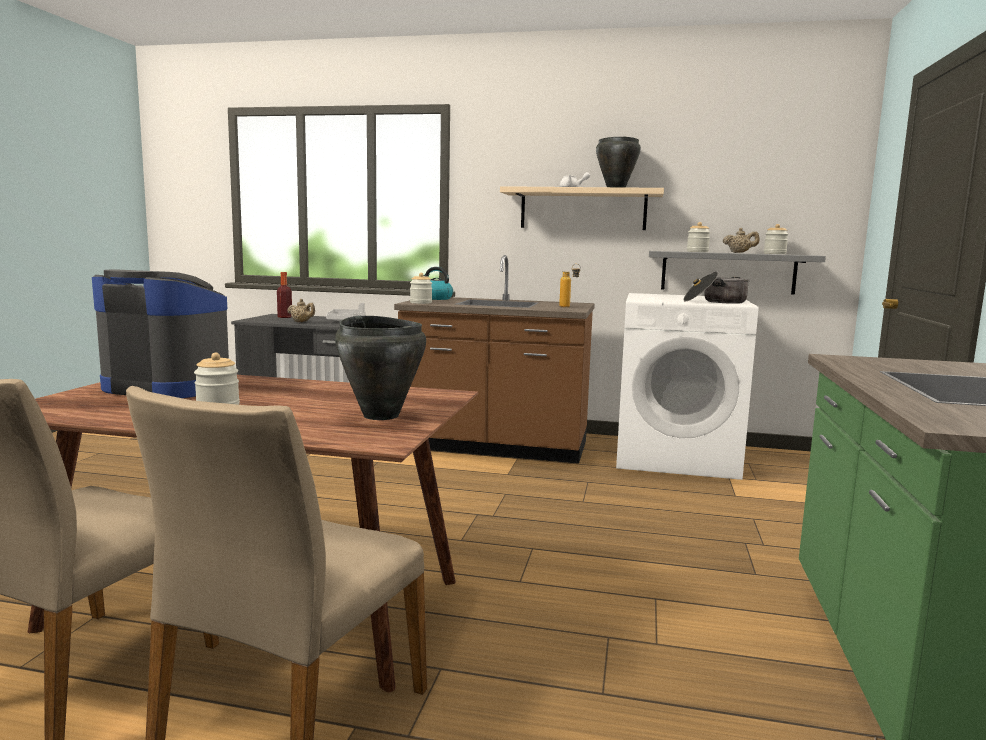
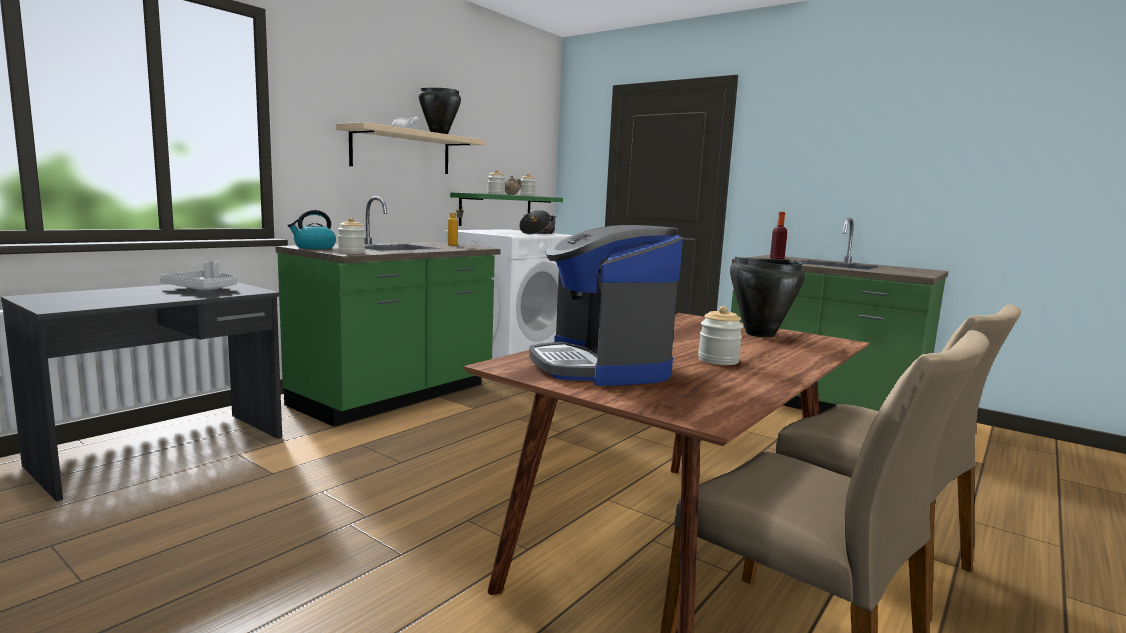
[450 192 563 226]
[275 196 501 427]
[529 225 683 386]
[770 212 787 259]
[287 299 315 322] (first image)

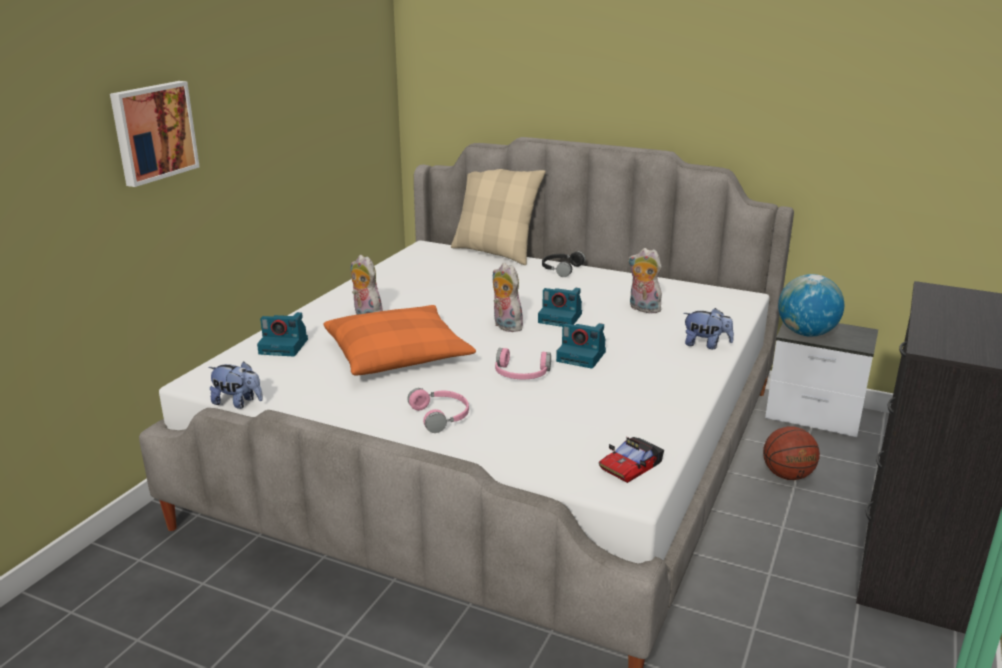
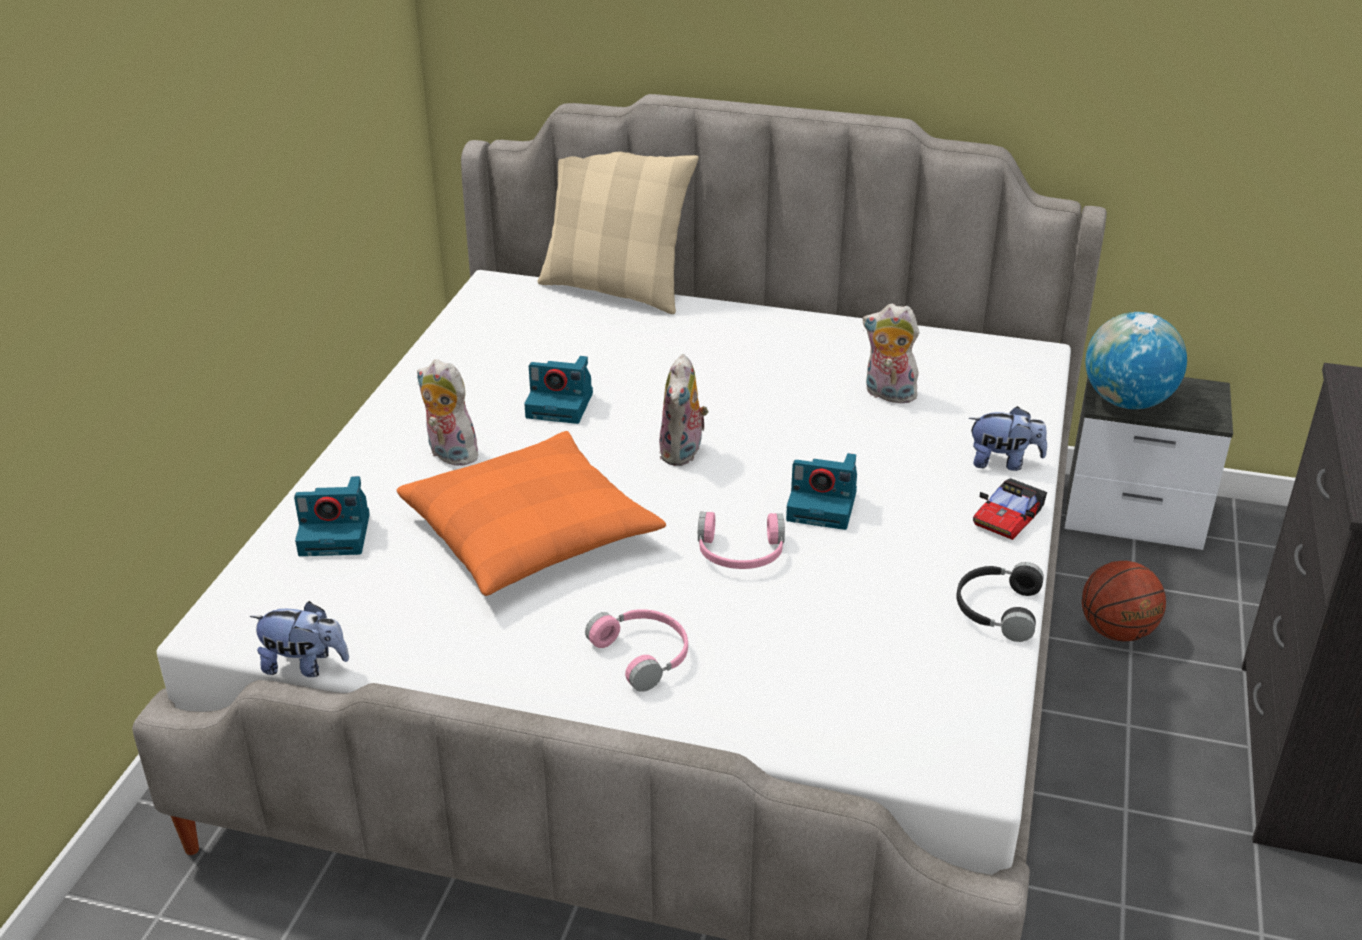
[110 81 200 187] (first image)
[957 562 1044 642]
[659 354 708 466]
[524 356 593 424]
[973 478 1047 540]

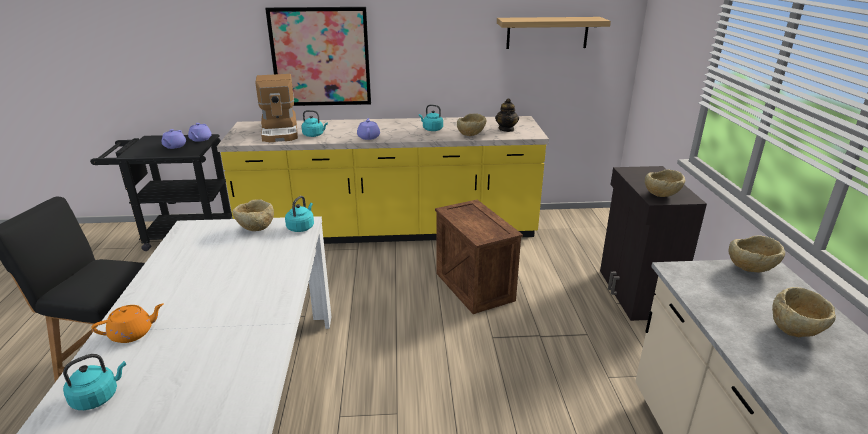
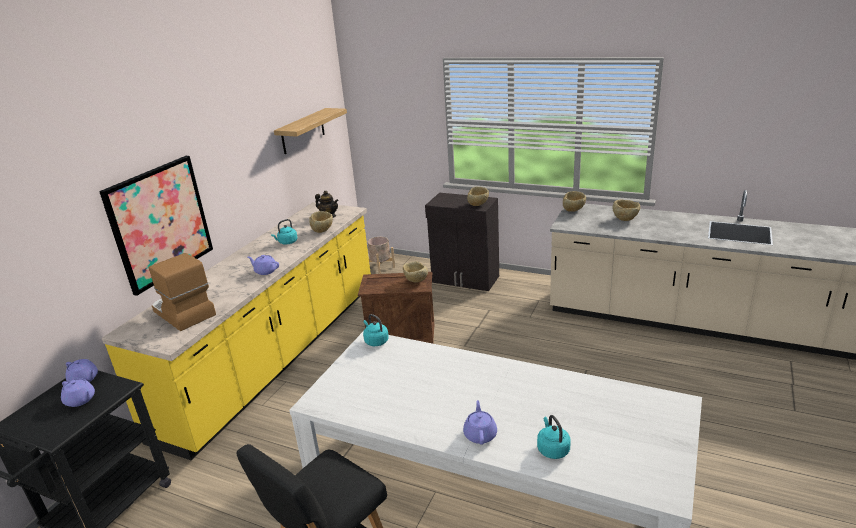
[149 253 216 331]
[301 110 328 137] (first image)
[403 261 428 283]
[463 400 497 445]
[368 237 395 274]

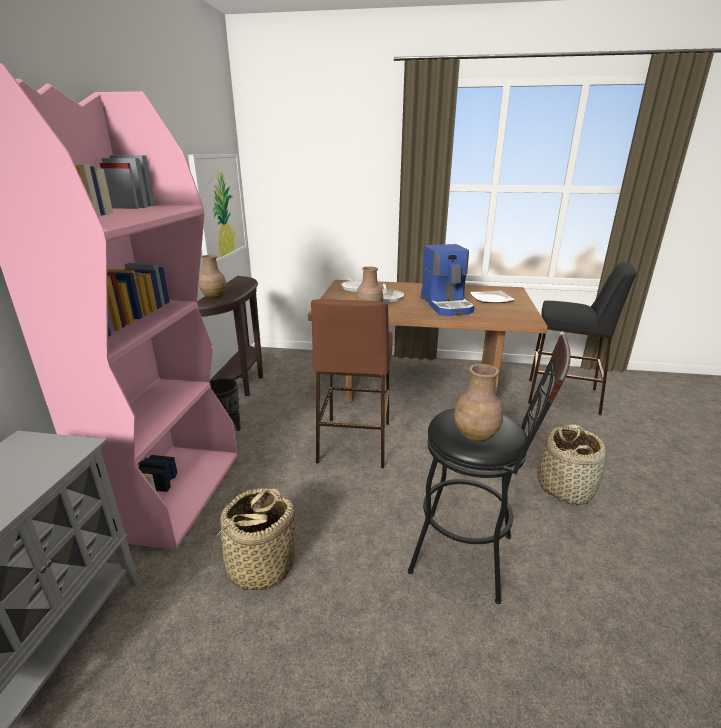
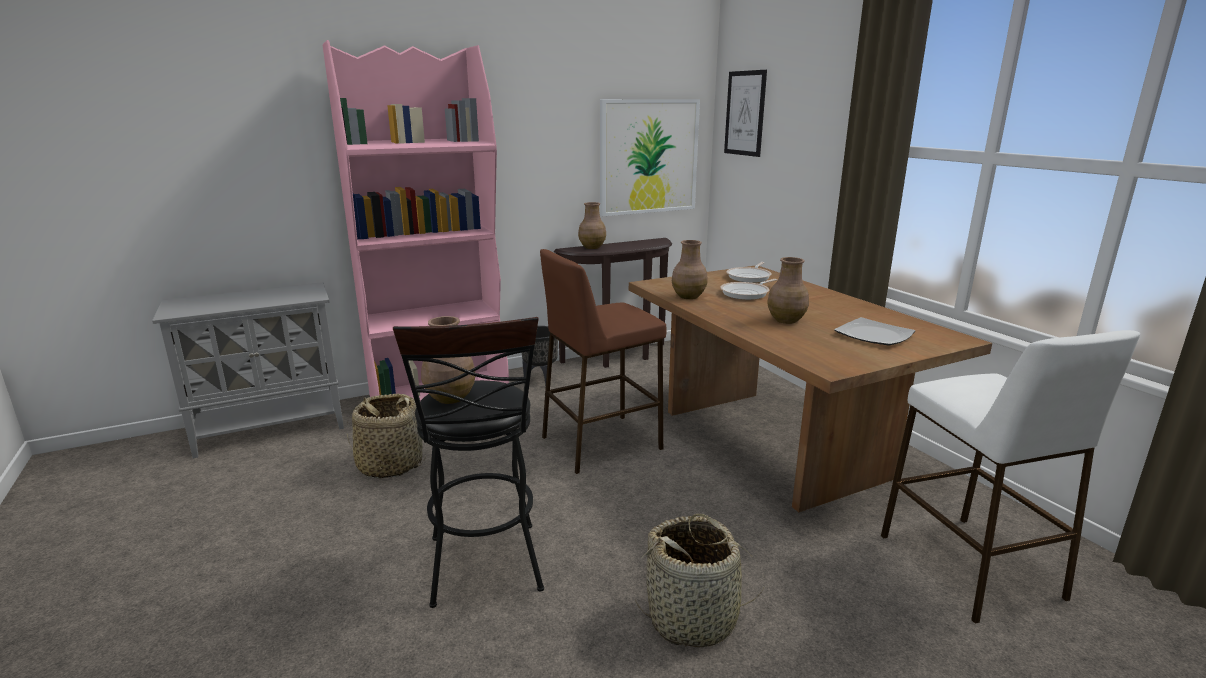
[767 257 809 324]
[881 330 1140 624]
[724 70 767 157]

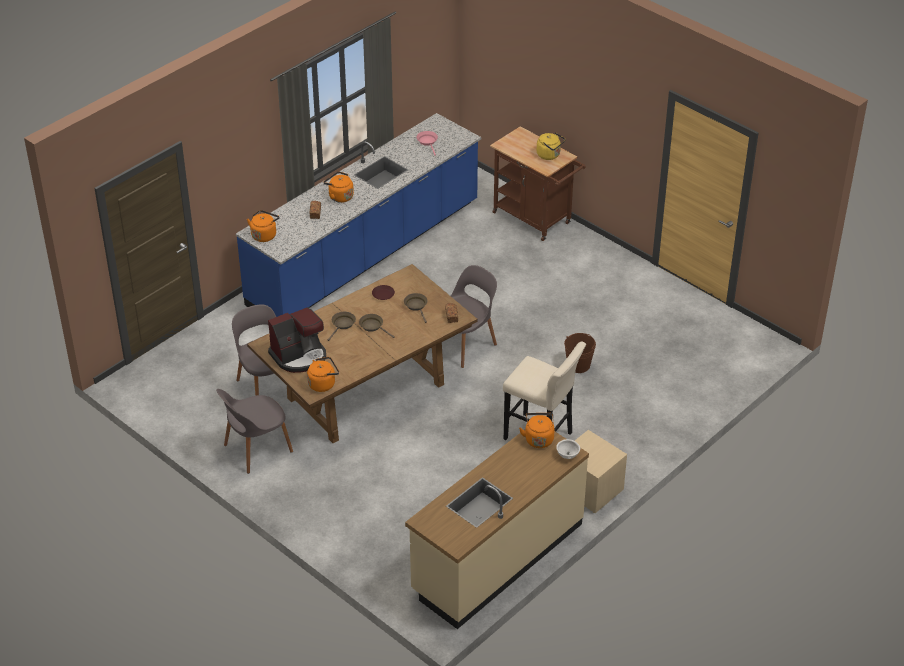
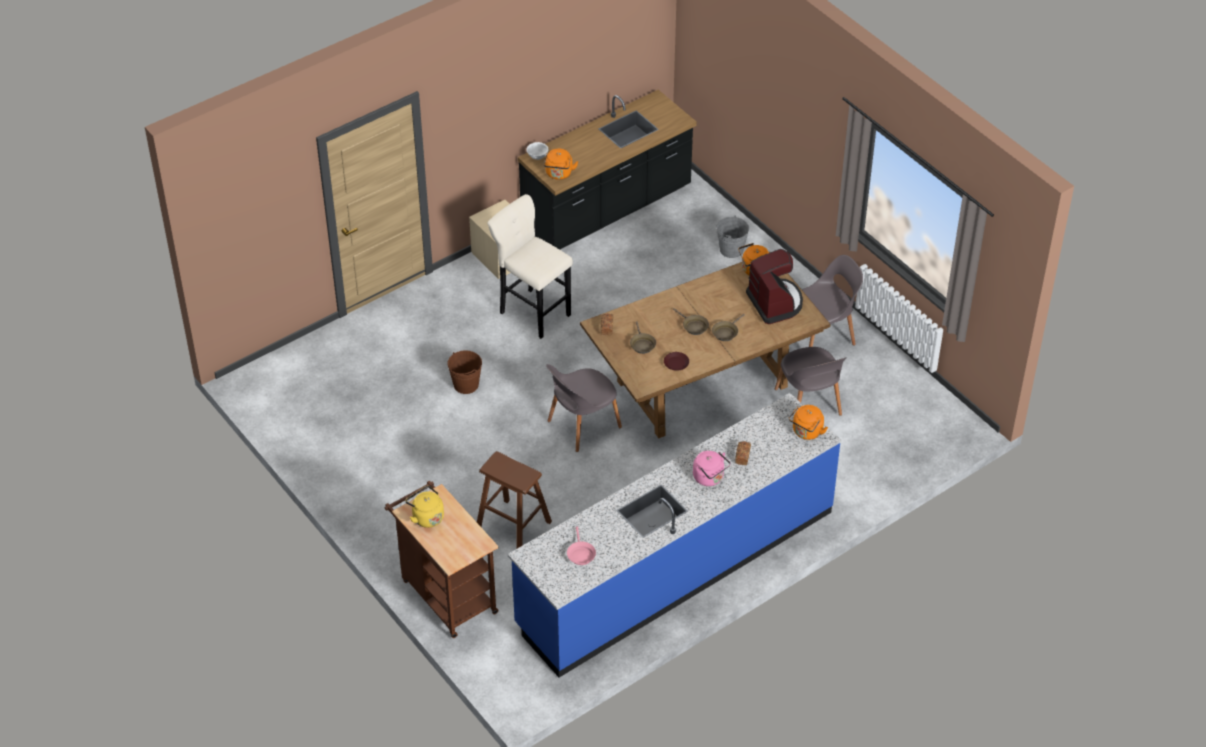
[693 451 731 486]
[746 249 803 324]
[518 90 697 250]
[716 216 749 258]
[477 451 552 548]

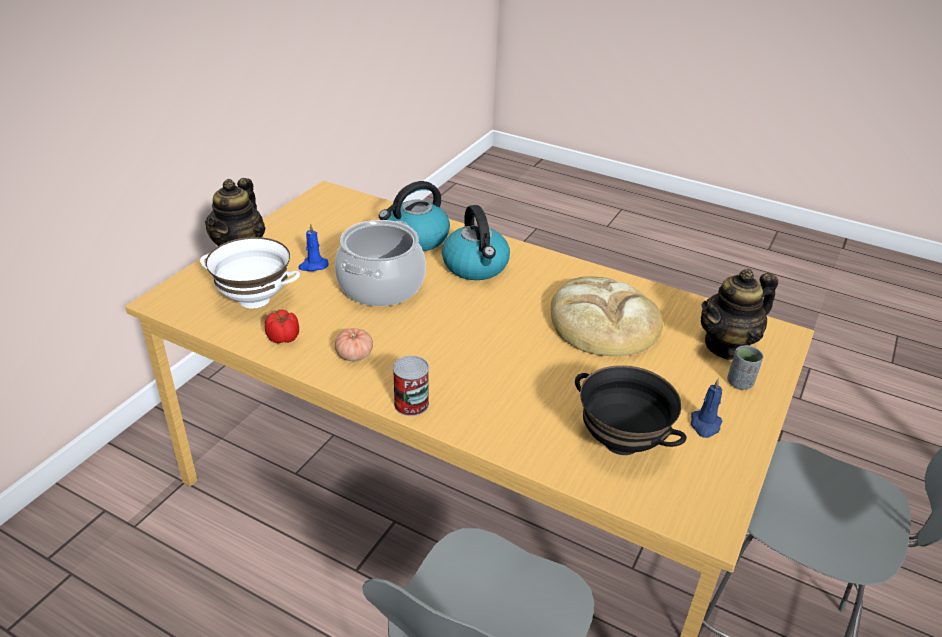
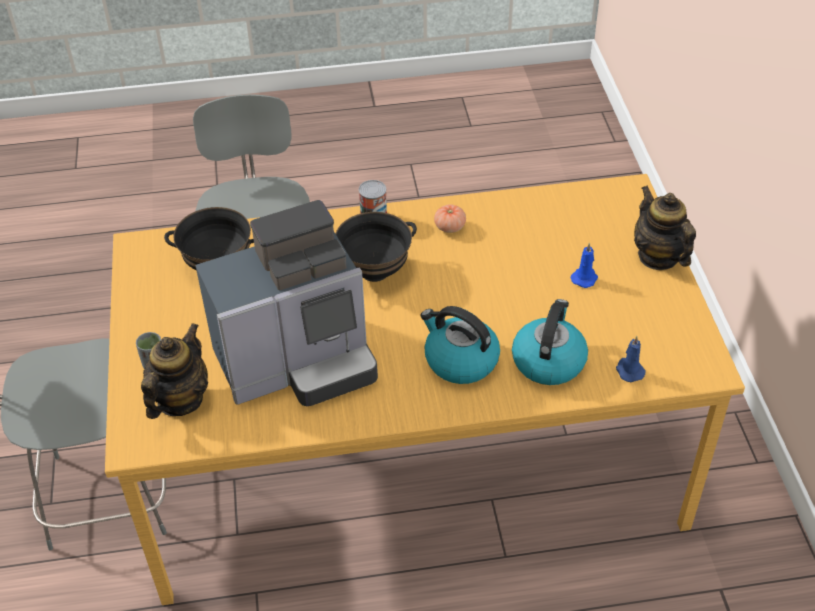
[335 220 426 306] (first image)
[200 237 300 309] (first image)
[195 200 378 406]
[265 310 299 343] (first image)
[616 336 646 382]
[335 212 417 282]

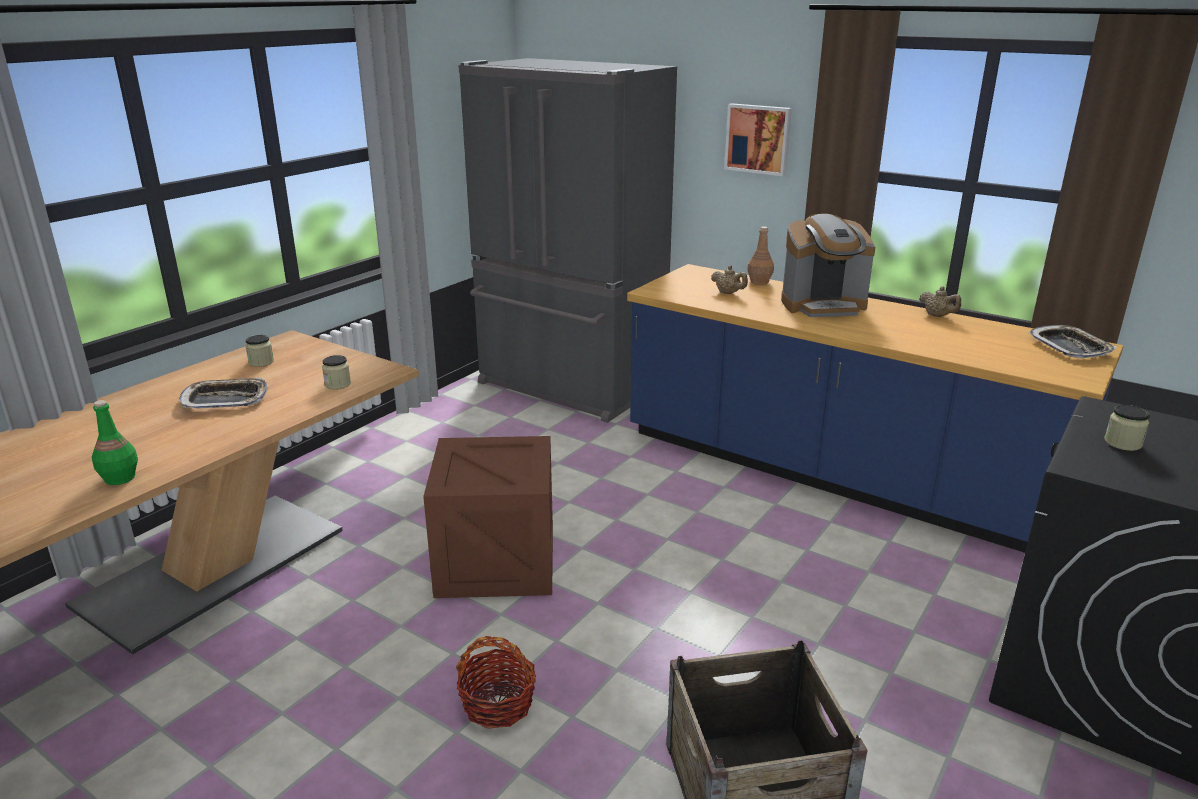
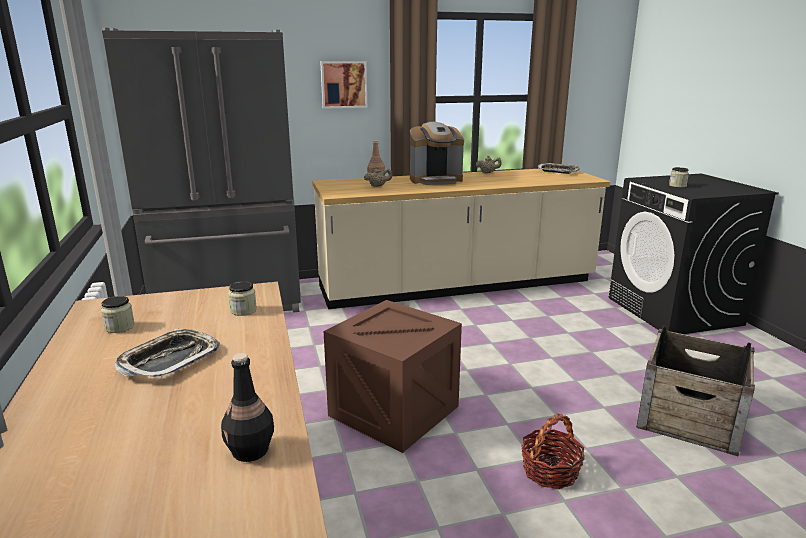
[410 122 464 185]
[312 169 610 309]
[221 353 274 462]

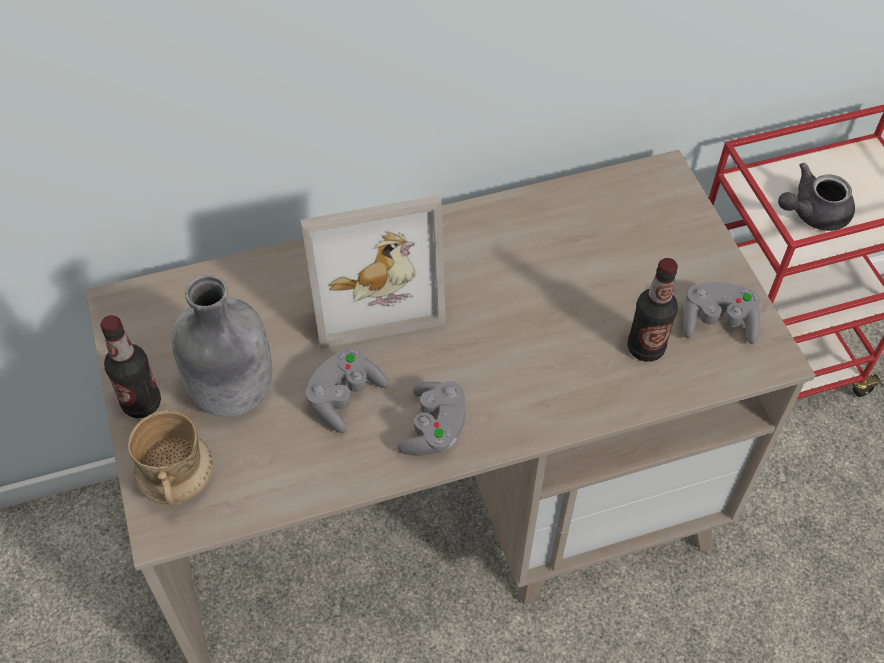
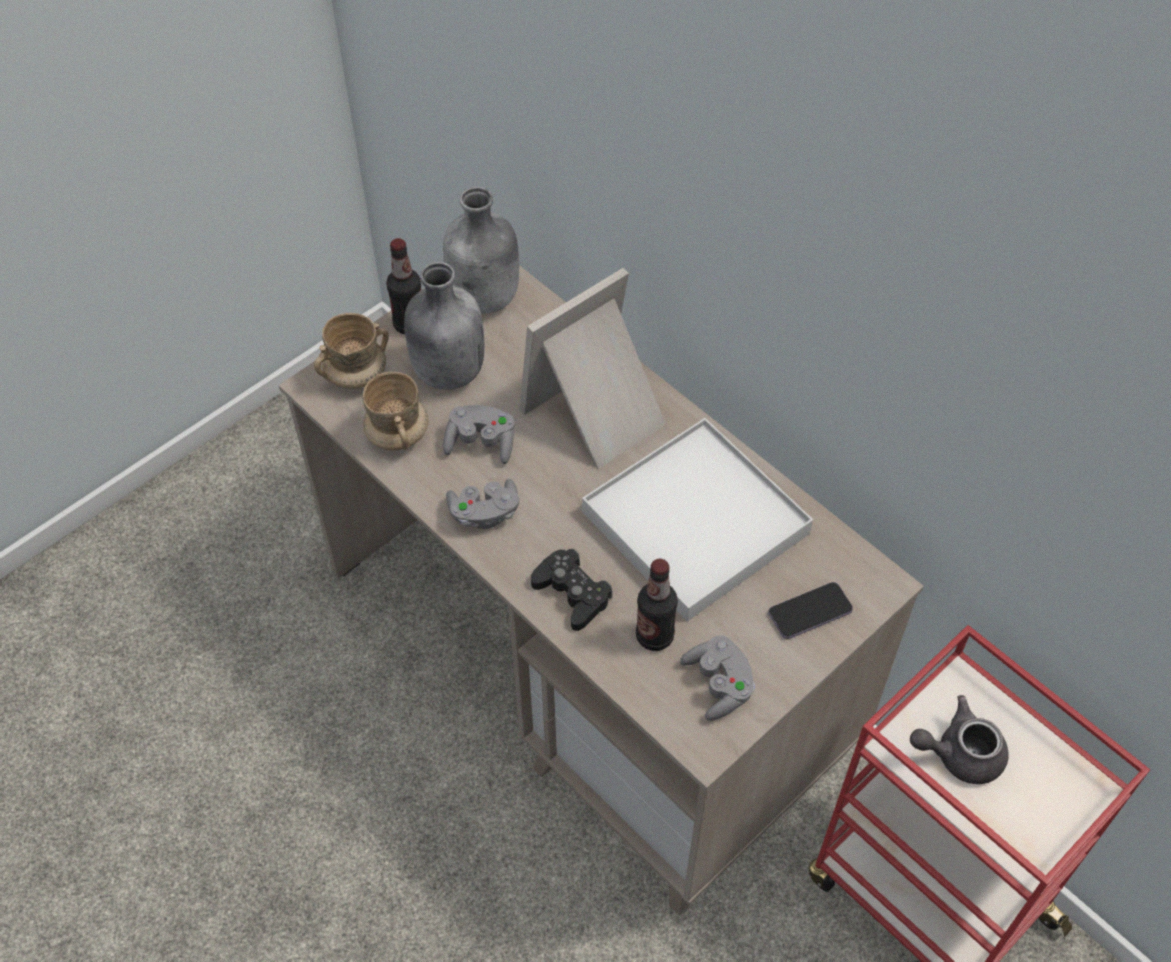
[910 695 1009 784]
[519 268 665 469]
[443 187 519 314]
[363 372 428 450]
[582 418 813 621]
[531 549 613 631]
[768 582 853 639]

